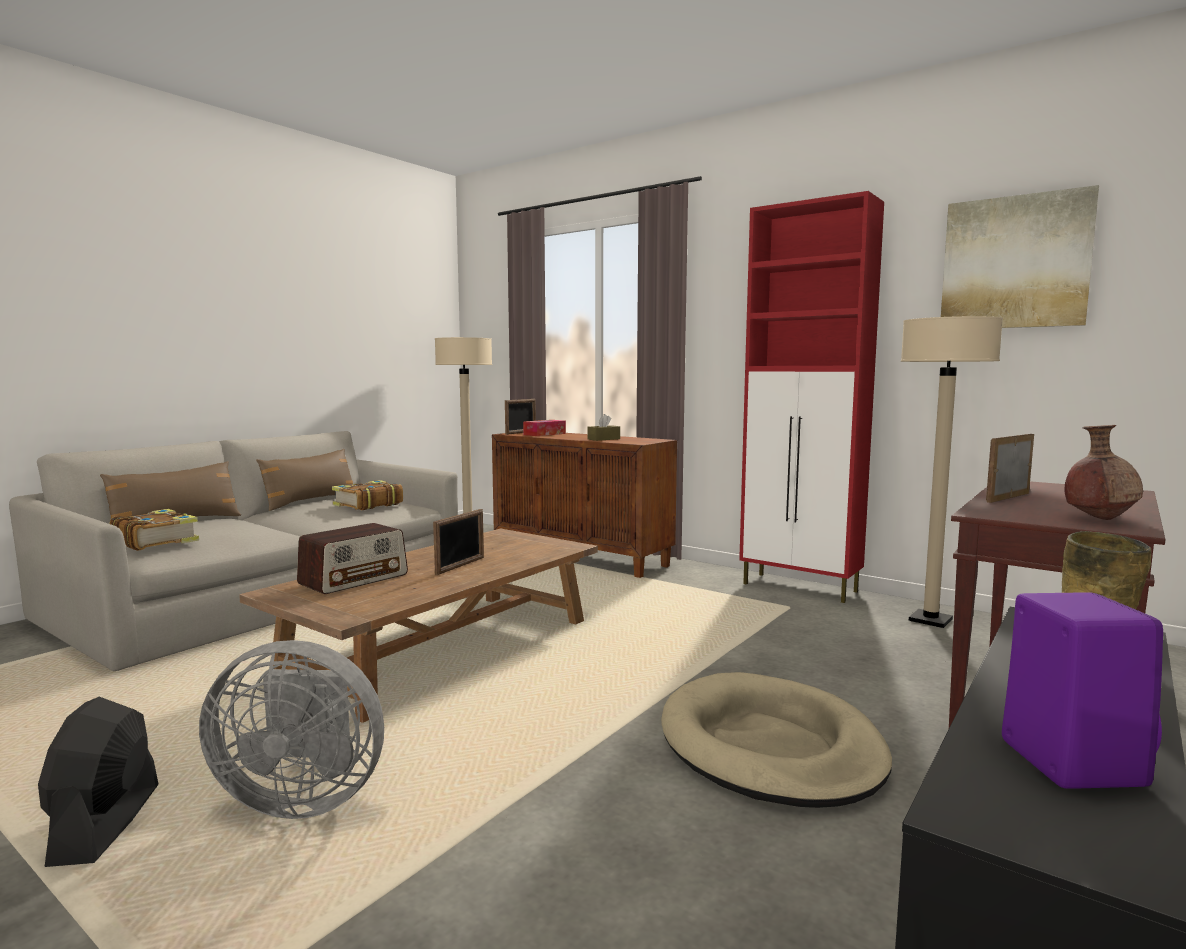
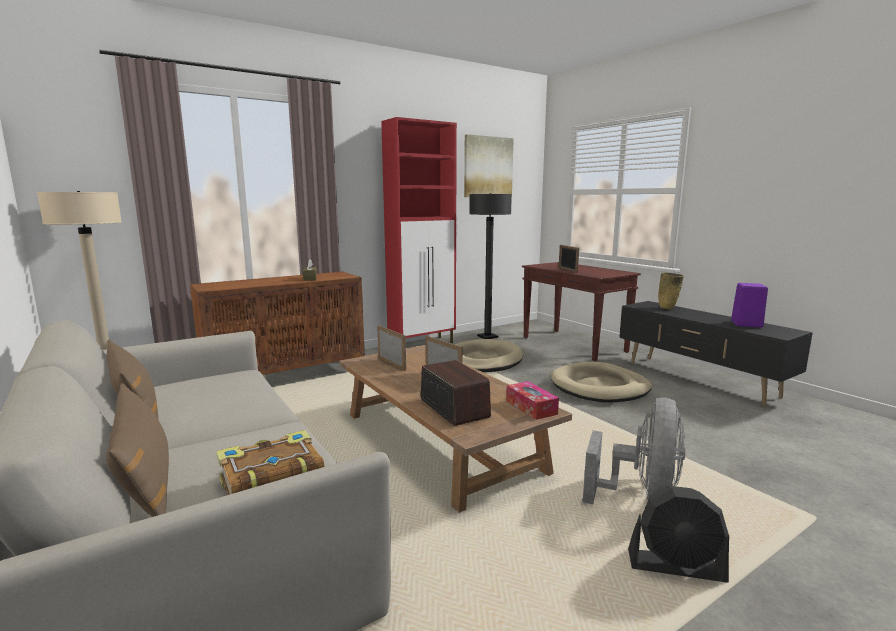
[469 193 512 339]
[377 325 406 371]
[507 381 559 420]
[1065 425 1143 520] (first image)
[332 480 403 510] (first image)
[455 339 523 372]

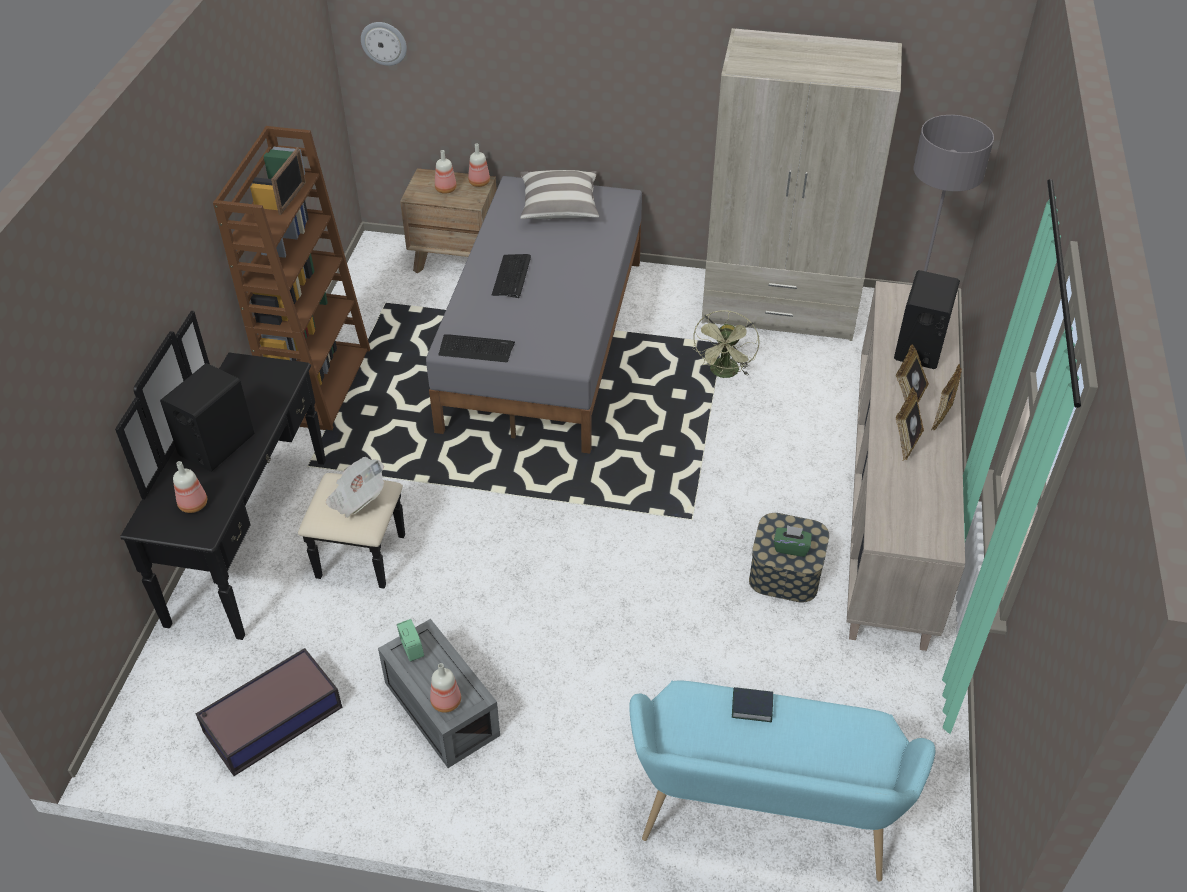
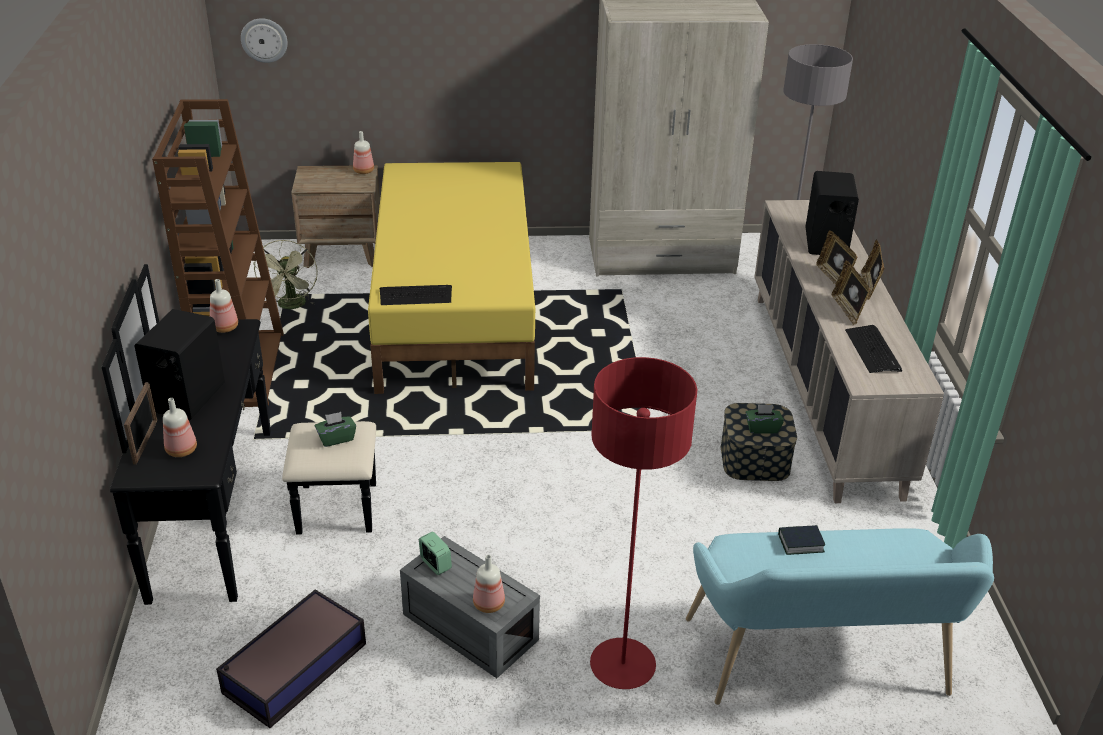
[124 382 157 464]
[210 279 238 333]
[520 170 599 219] (first image)
[368 162 535 394]
[845 325 902 373]
[253 240 318 309]
[315 412 356 447]
[590 357 697 689]

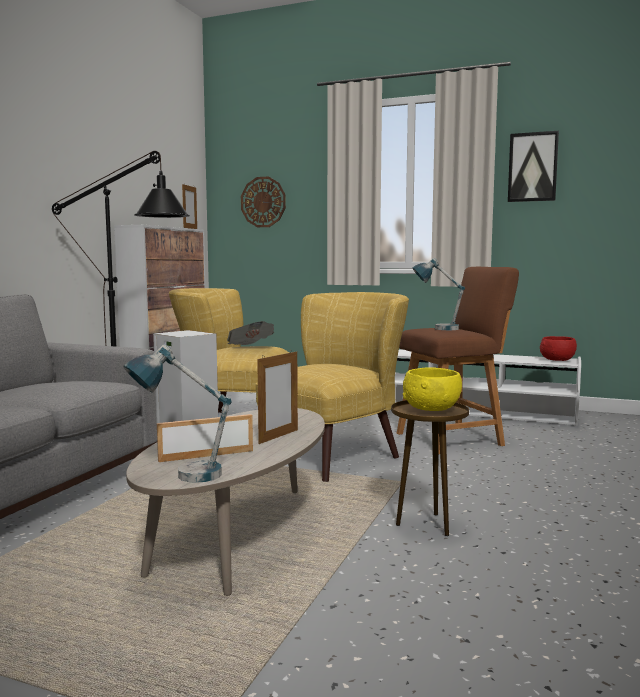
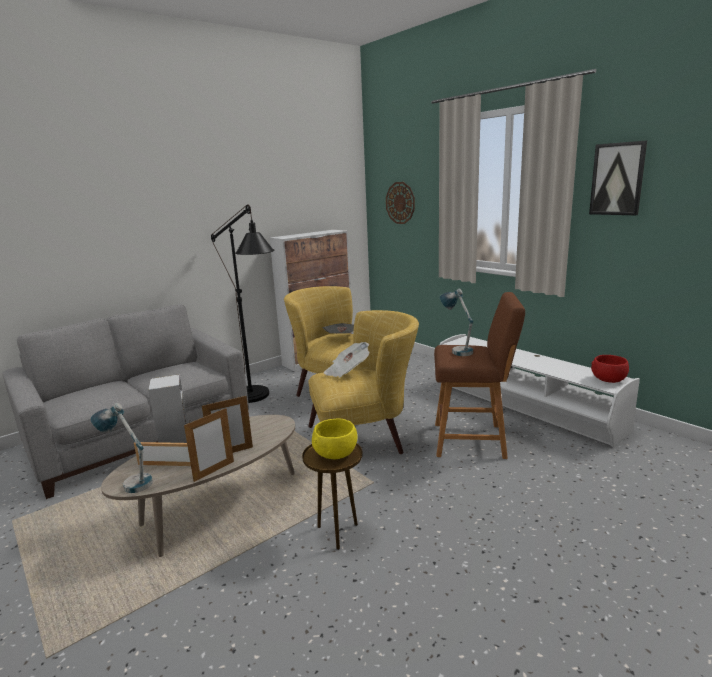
[184 408 234 482]
[324 342 370 378]

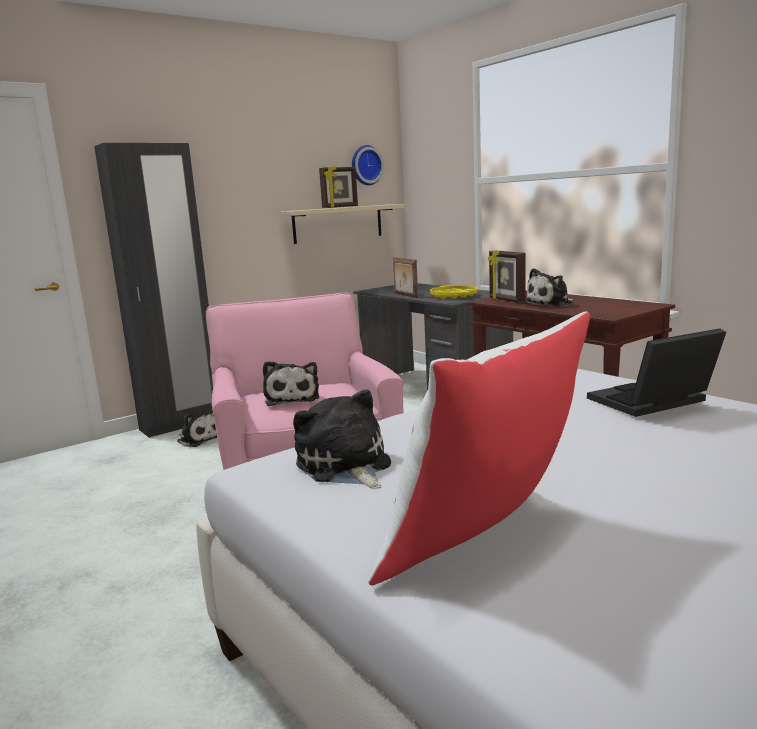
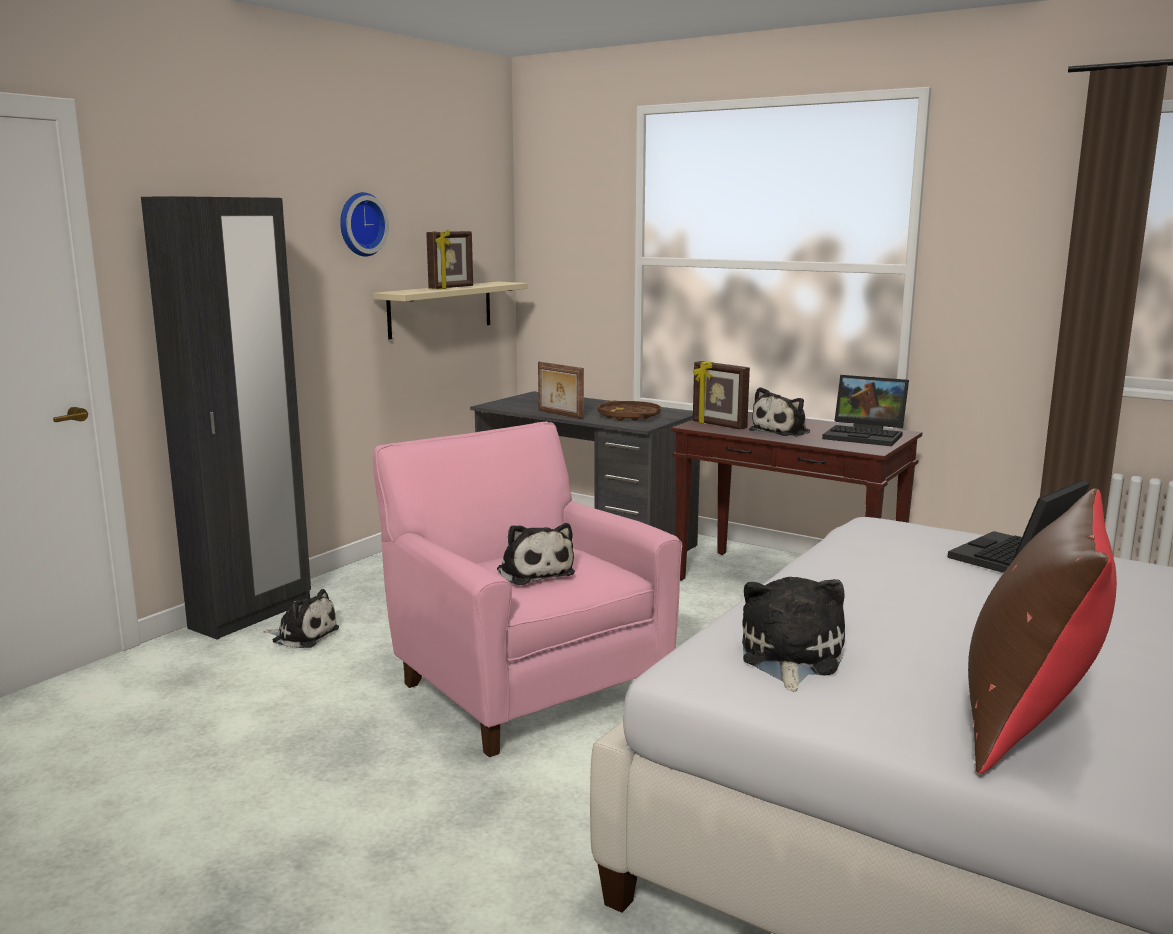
[340 192 389 257]
[598 401 661 421]
[968 488 1117 774]
[742 577 845 692]
[822 375 909 446]

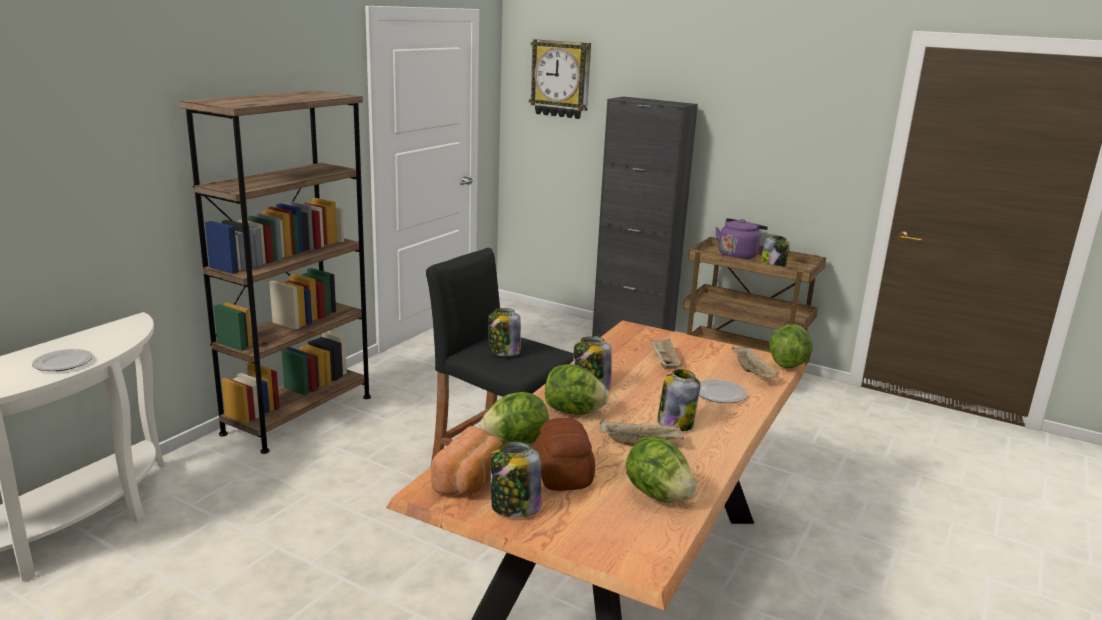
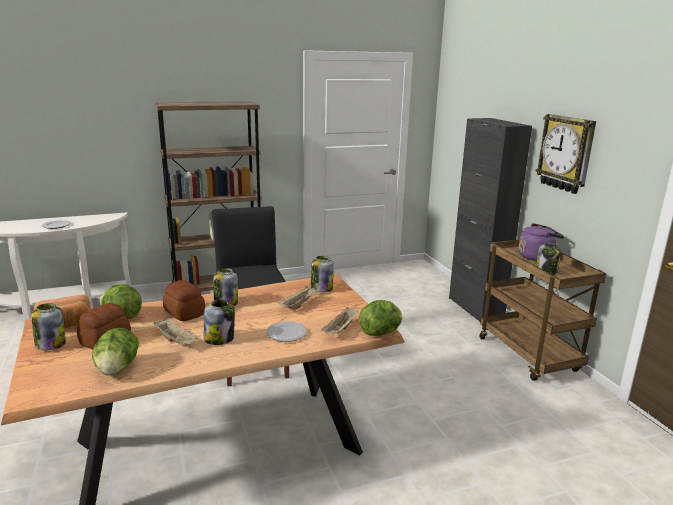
[536 114 596 194]
[311 256 334 292]
[163 280 205 321]

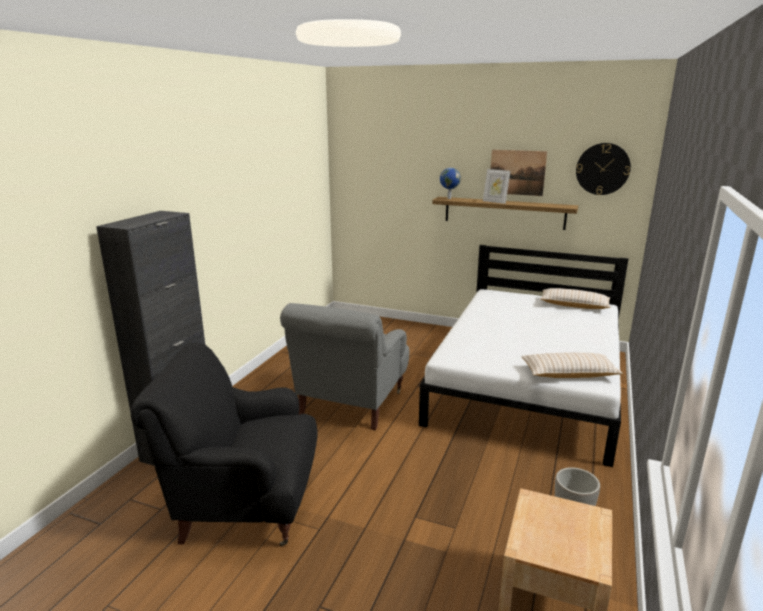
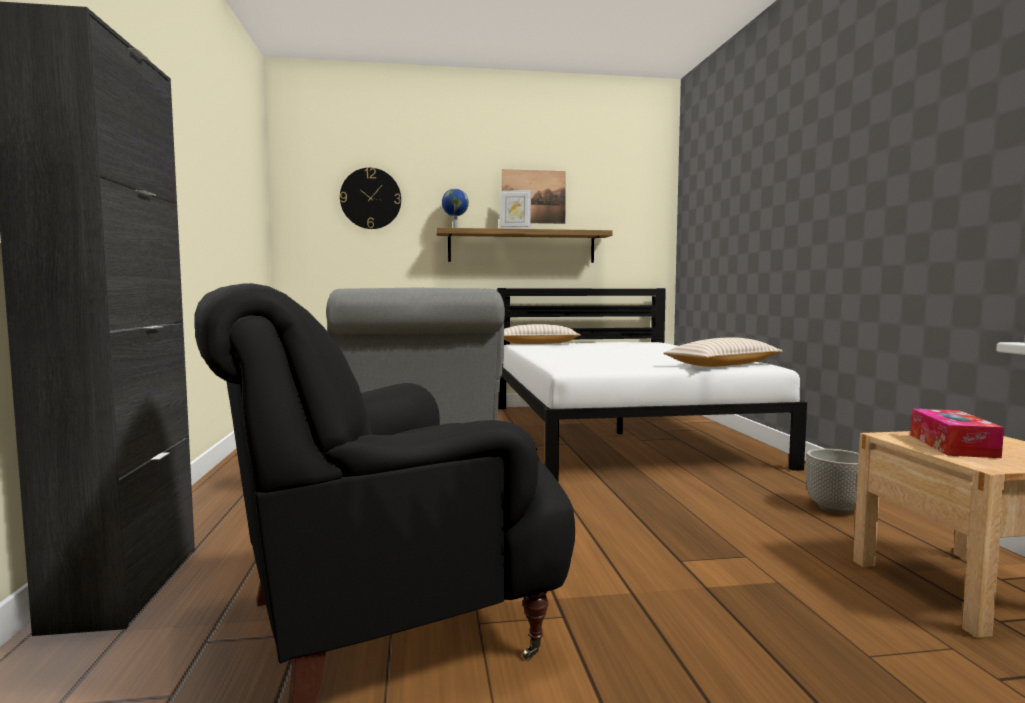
[340 168 401 229]
[504 324 581 344]
[910 409 1004 458]

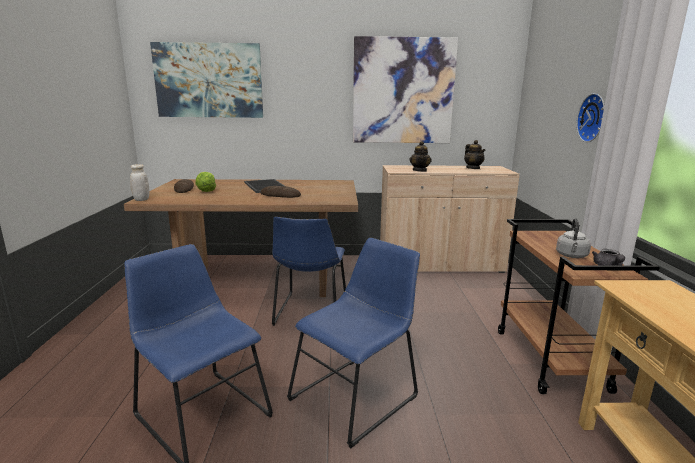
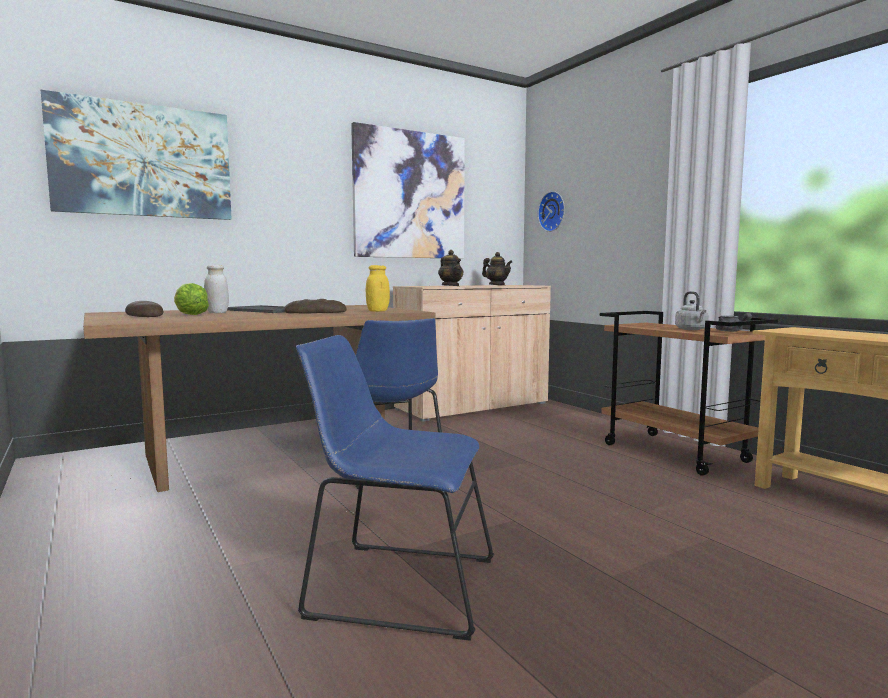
[538 191 565 232]
[204 265 229 313]
[287 238 420 448] (first image)
[366 265 390 312]

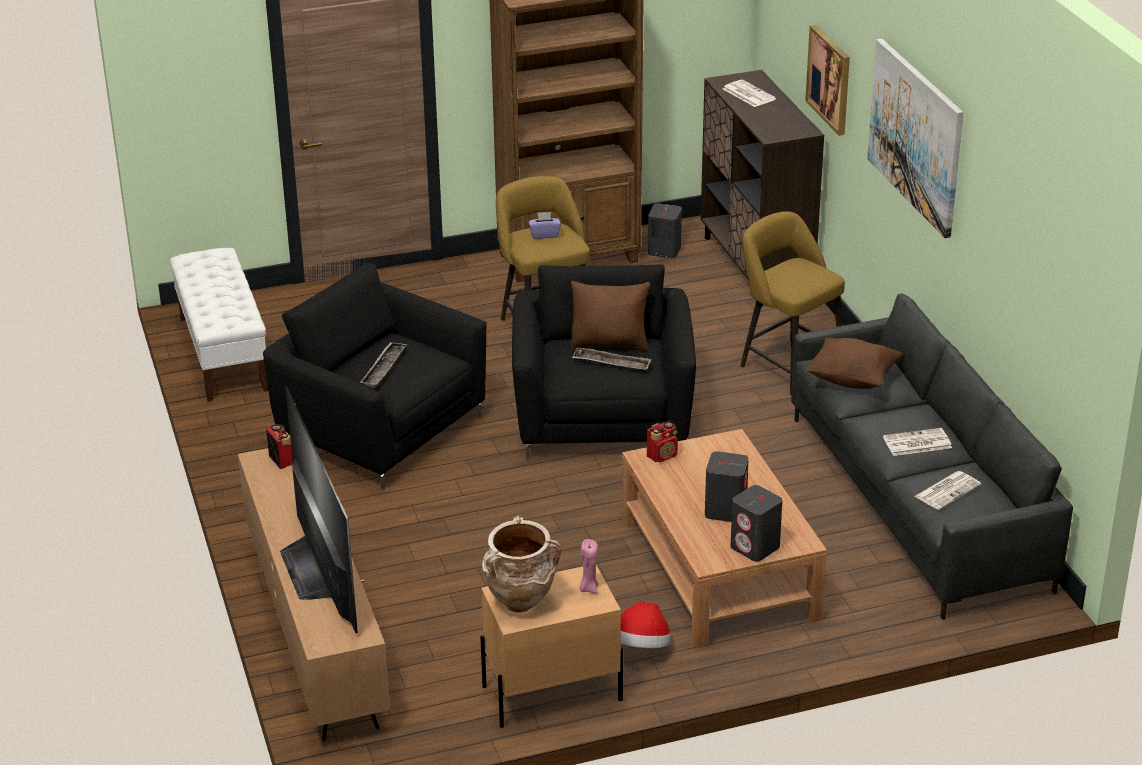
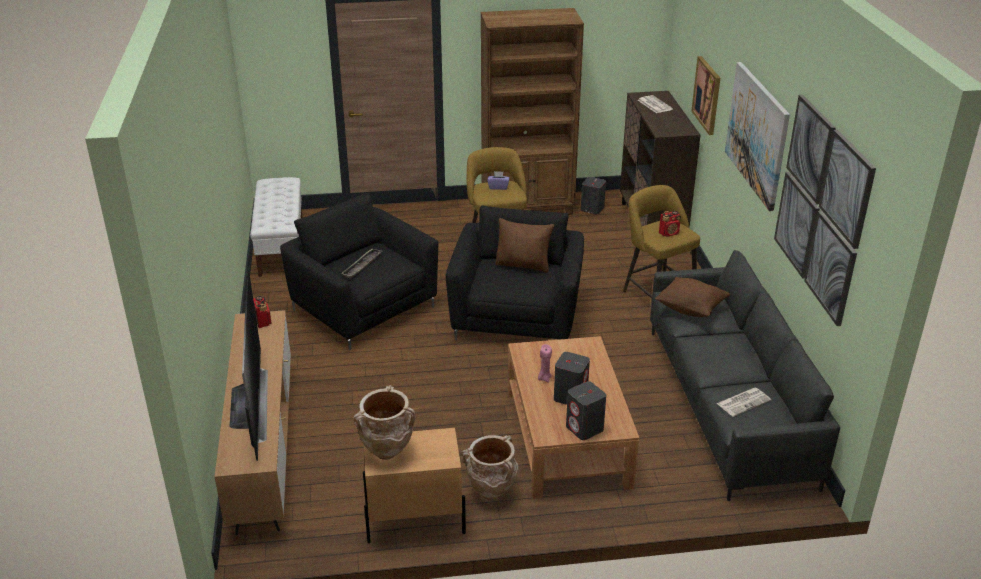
[572 347 652 373] (first image)
[659 211 681 237]
[883 428 952 456] (first image)
[538 344 552 383]
[461 435 518 500]
[774 94 876 326]

